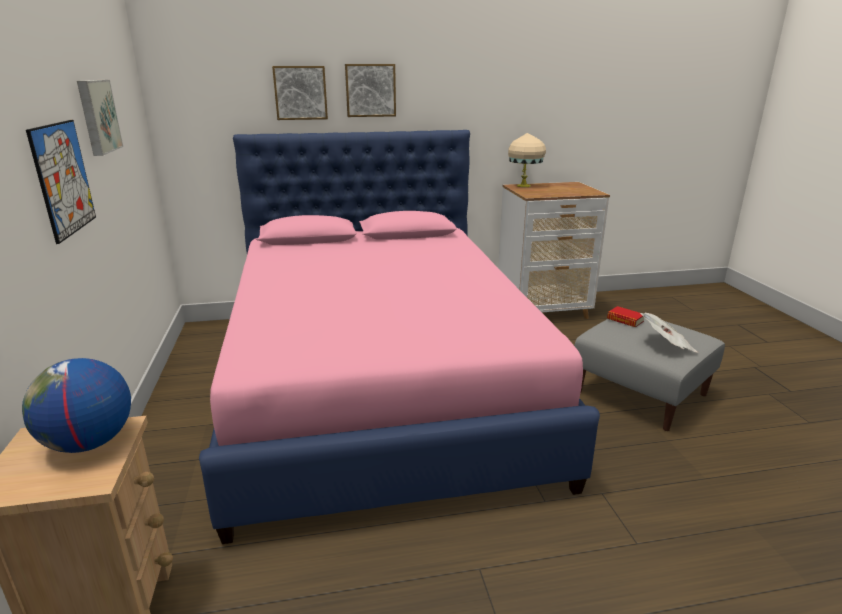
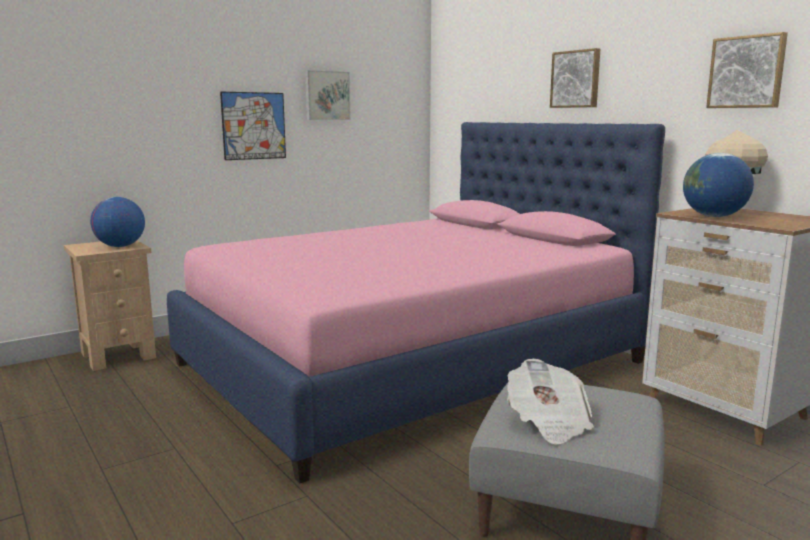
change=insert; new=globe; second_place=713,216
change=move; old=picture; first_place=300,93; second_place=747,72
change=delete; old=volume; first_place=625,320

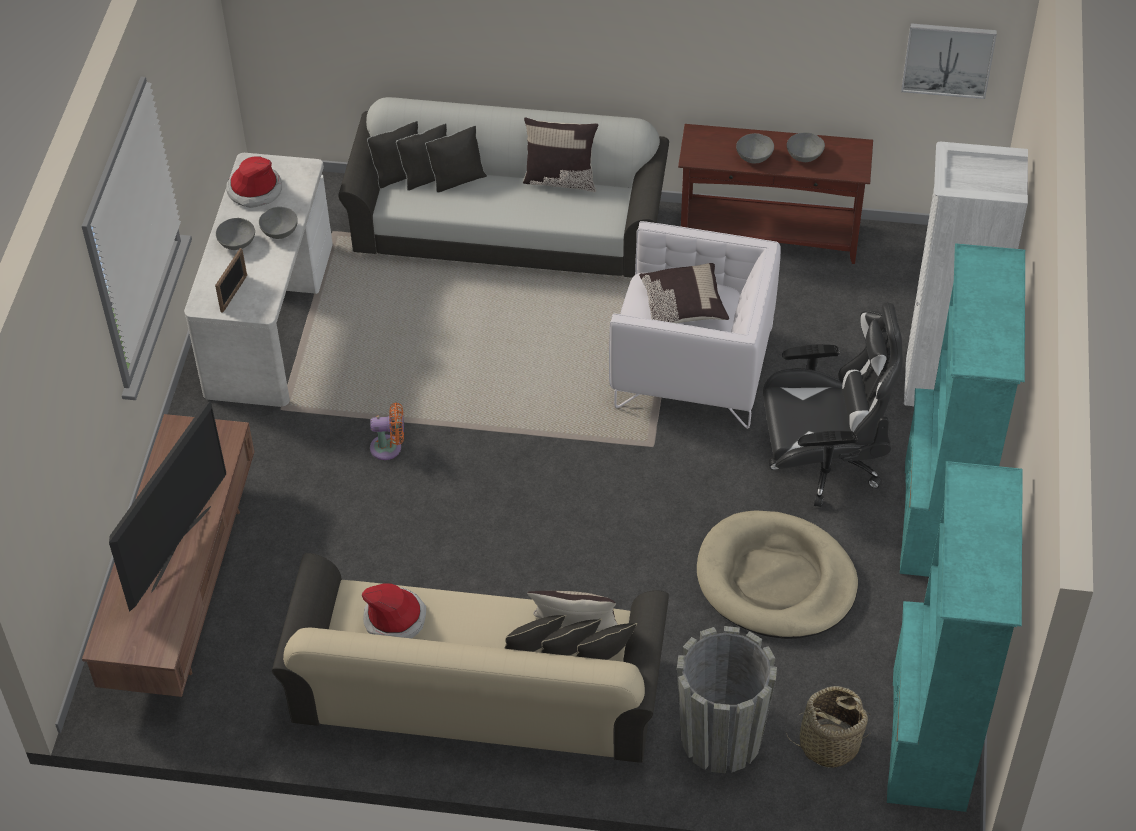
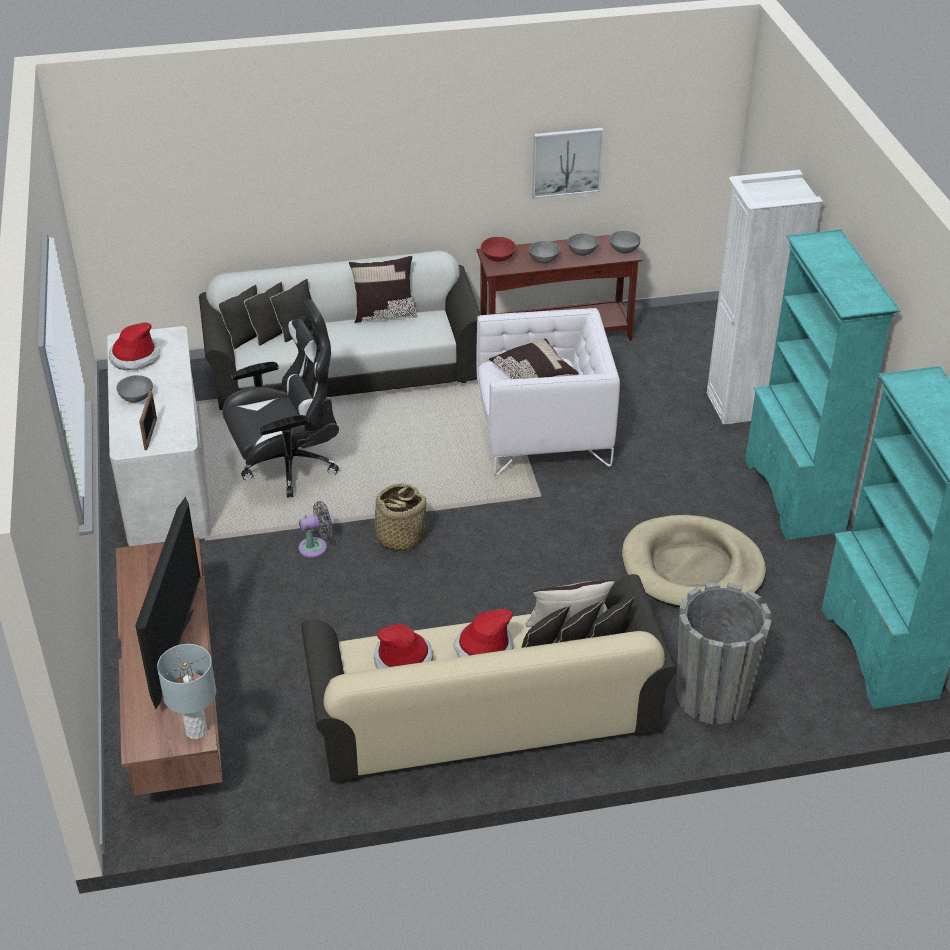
change=insert; new=greyish lamp for a table; second_place=196,731
change=move; old=black computer chair; first_place=820,464; second_place=284,468
change=recolor; old=orange fan; new=greyish fan; first_place=389,447; second_place=316,547
change=move; old=basket; first_place=829,743; second_place=400,537
change=insert; new=hat; second_place=483,649
change=insert; new=red serving bowl; second_place=497,257
change=move; old=picture; first_place=948,59; second_place=566,162
change=move; old=greyish serving bowl; first_place=279,232; second_place=624,250

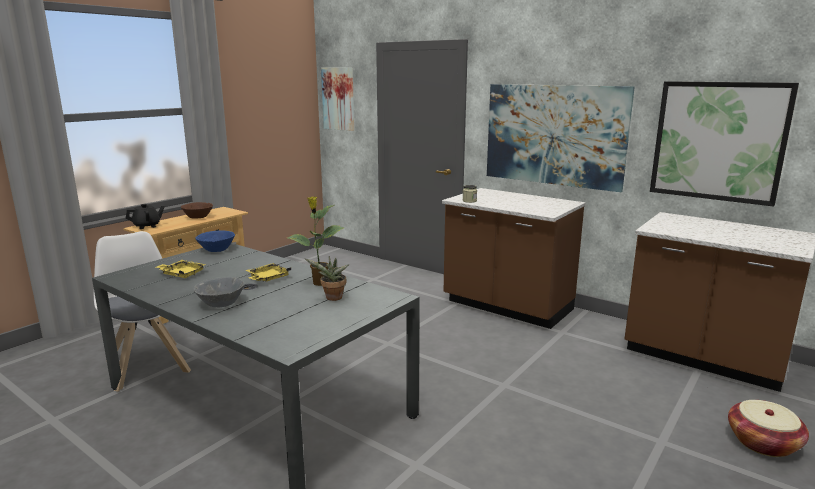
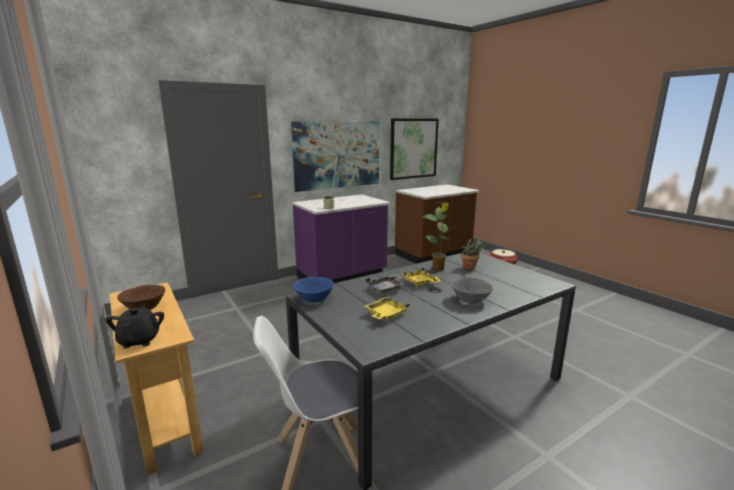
change=recolor; old=brown kitchen counter; new=purple kitchen counter; first_place=507,307; second_place=342,276
change=insert; new=greyish tray; second_place=386,289
change=delete; old=picture; first_place=338,99

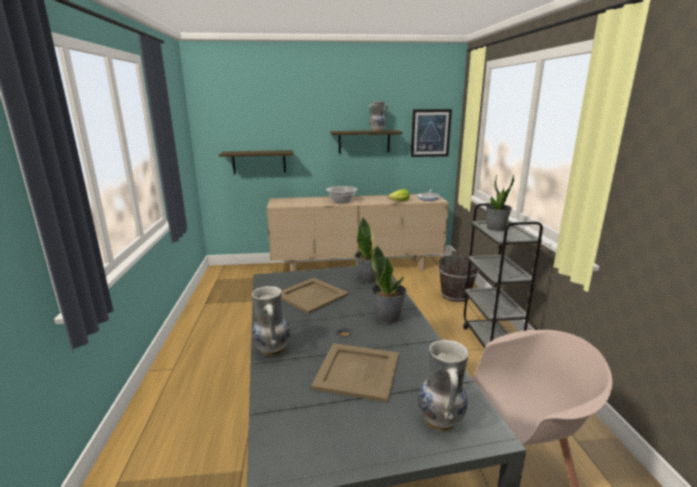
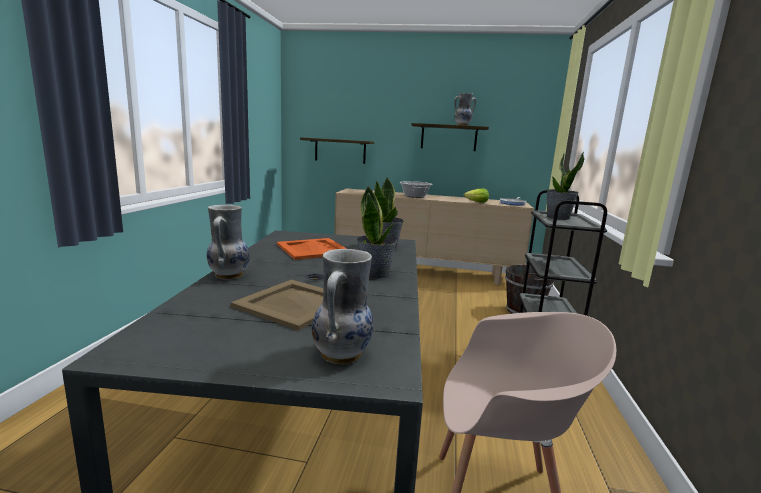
change=recolor; old=sand-coloured tray; new=orange tray; first_place=312,295; second_place=314,249
change=delete; old=picture; first_place=430,133

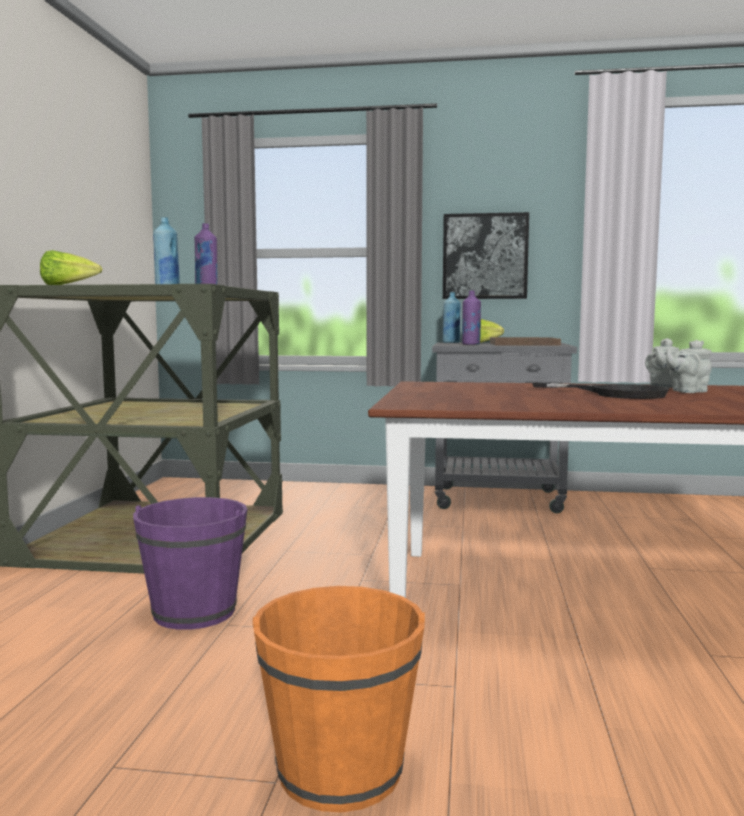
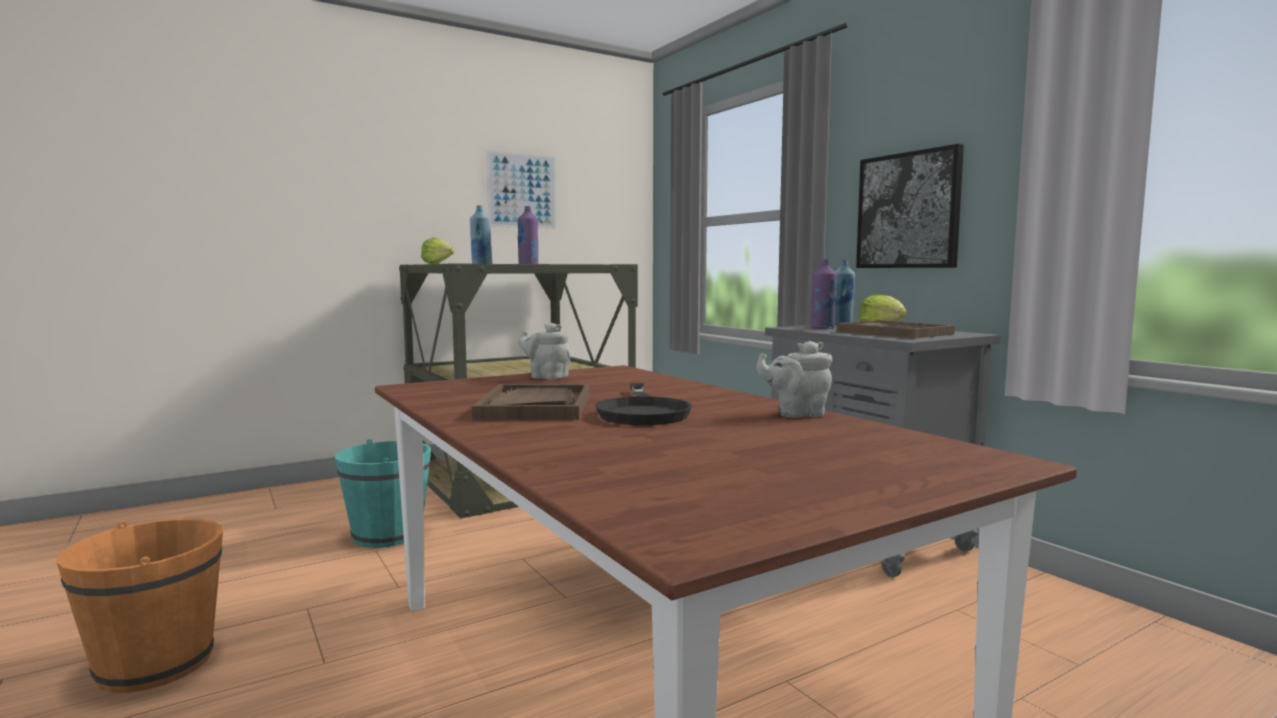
change=recolor; old=purple pail; new=blue-green pail; first_place=194,612; second_place=387,535
change=insert; new=brown tray; second_place=535,406
change=insert; new=picture; second_place=522,190
change=move; old=greyish tea pot; first_place=687,391; second_place=546,377

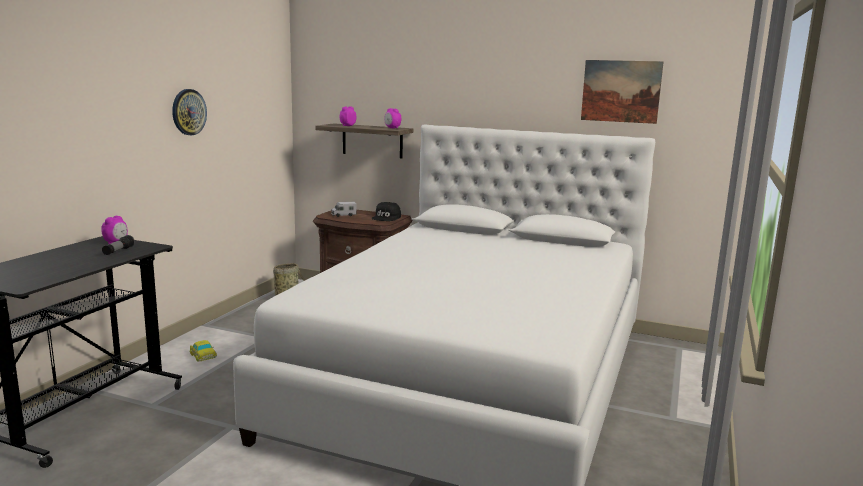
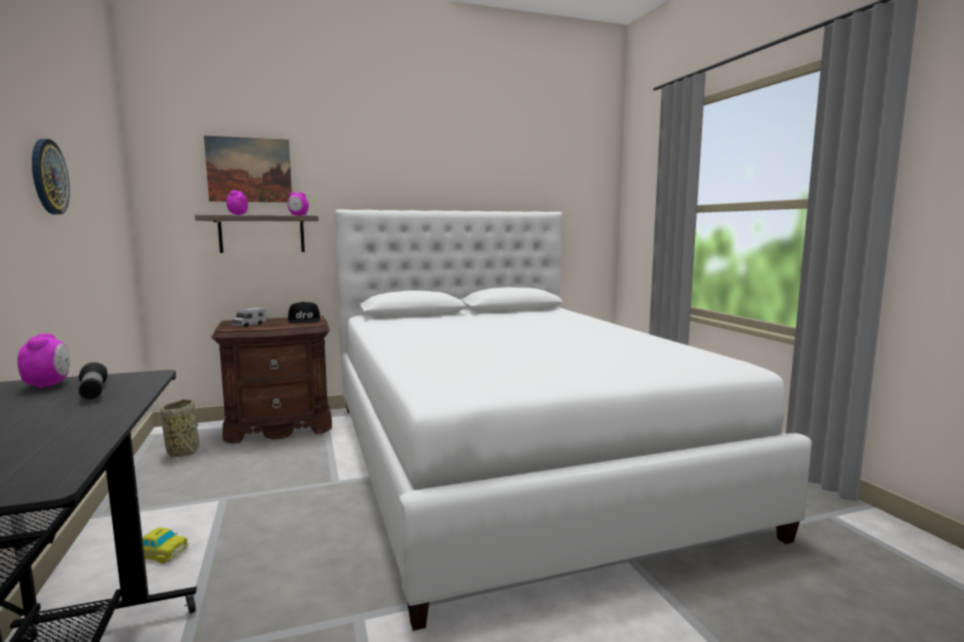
change=move; old=picture; first_place=621,91; second_place=249,170

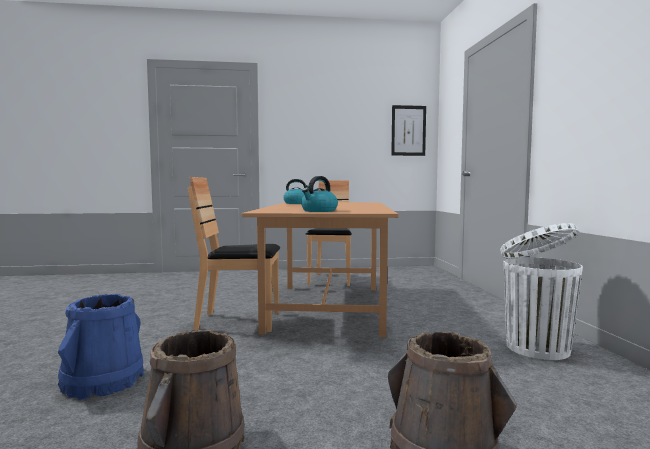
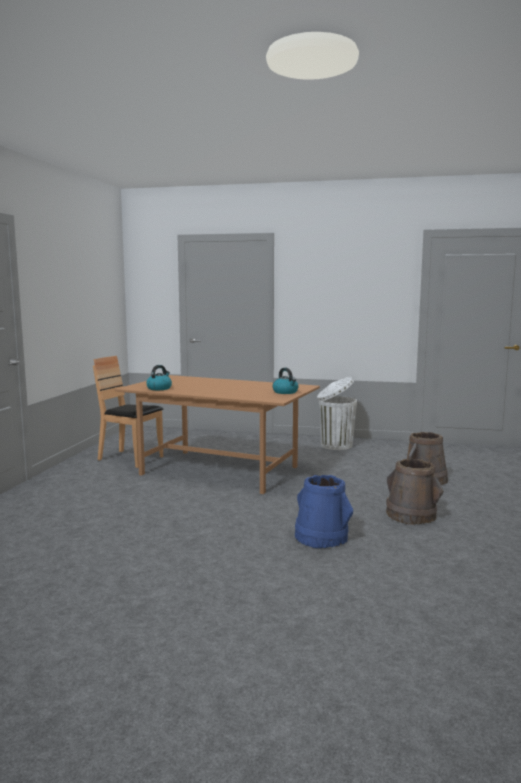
change=delete; old=brown chair; first_place=239,322
change=delete; old=picture; first_place=408,130

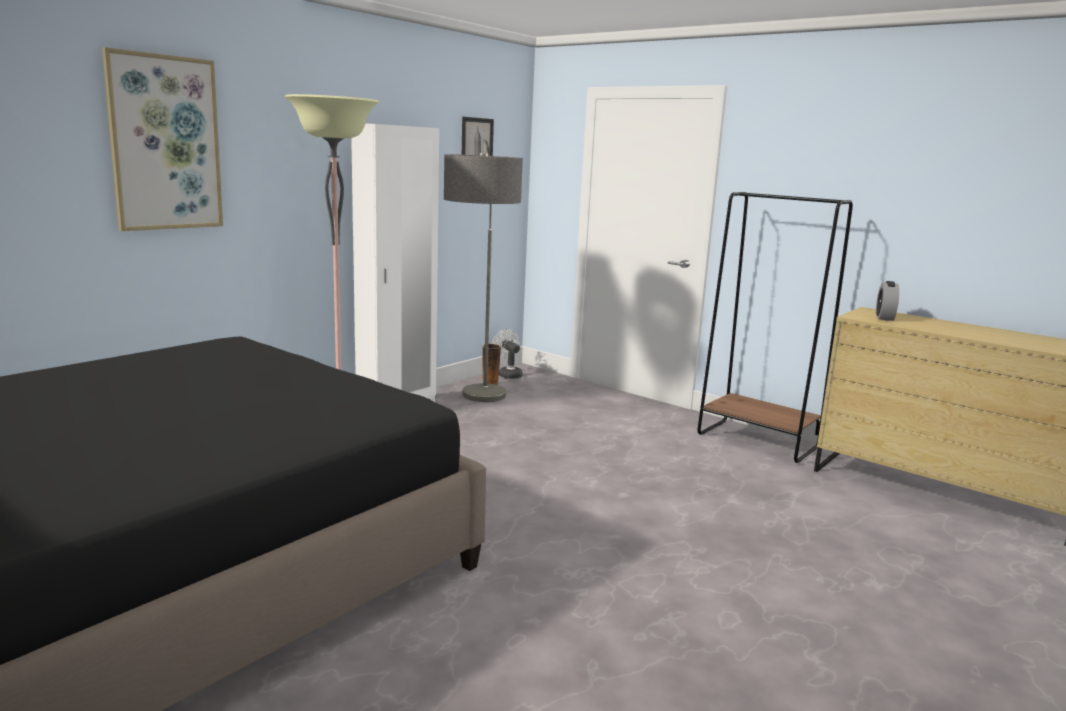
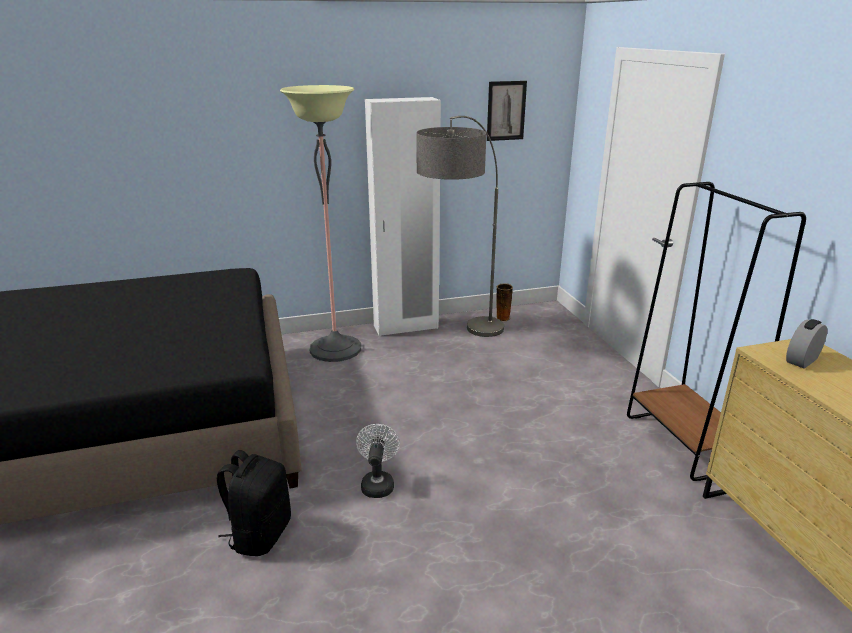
change=insert; new=black knapsack; second_place=260,534
change=move; old=white-coloured fan; first_place=508,374; second_place=378,483
change=delete; old=picture; first_place=165,143

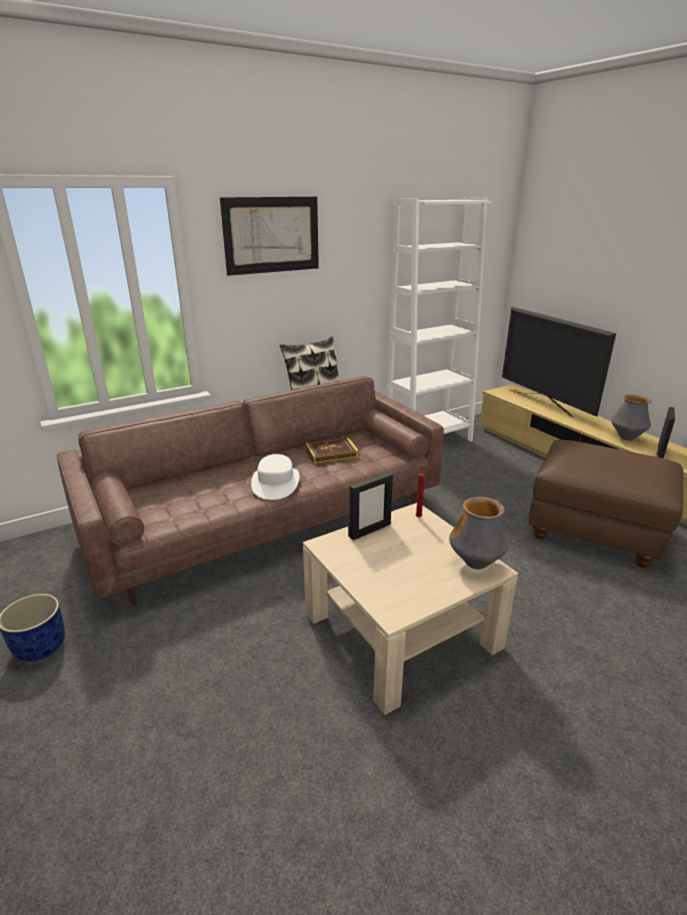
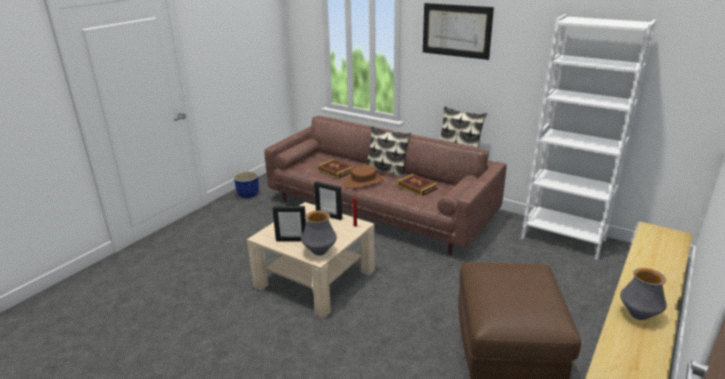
change=move; old=standing frame; first_place=659,451; second_place=291,239
change=insert; new=volume; second_place=335,170
change=recolor; old=white-coloured hat; new=brown hat; first_place=276,483; second_place=363,182
change=insert; new=throw pillow; second_place=387,171
change=delete; old=TV; first_place=544,404

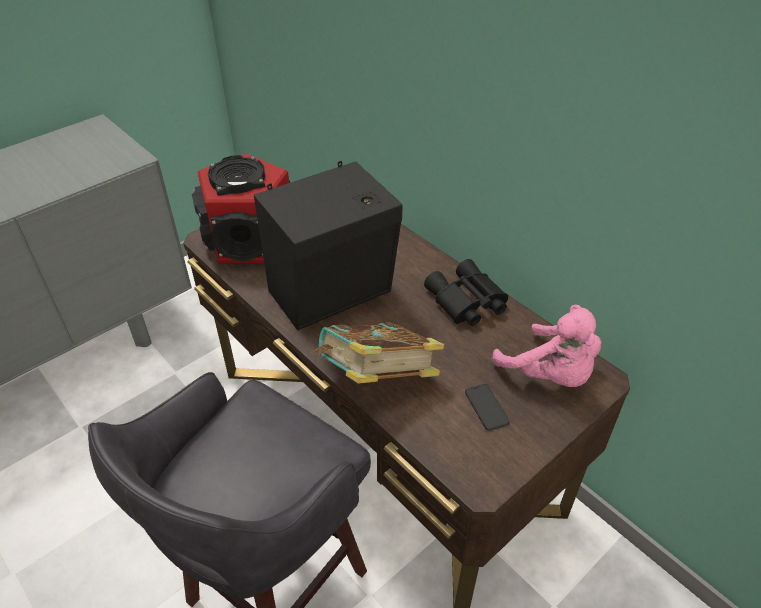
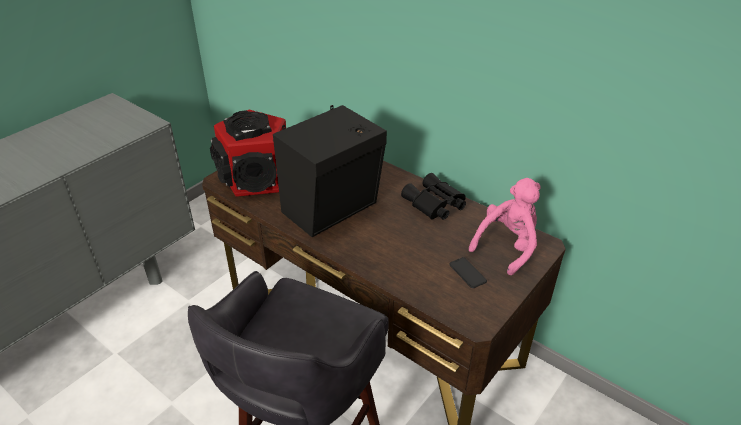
change=rotate; old=pinkish cuddly toy; first_place=549,375; second_place=507,246; degrees=-90
change=delete; old=volume; first_place=377,379

